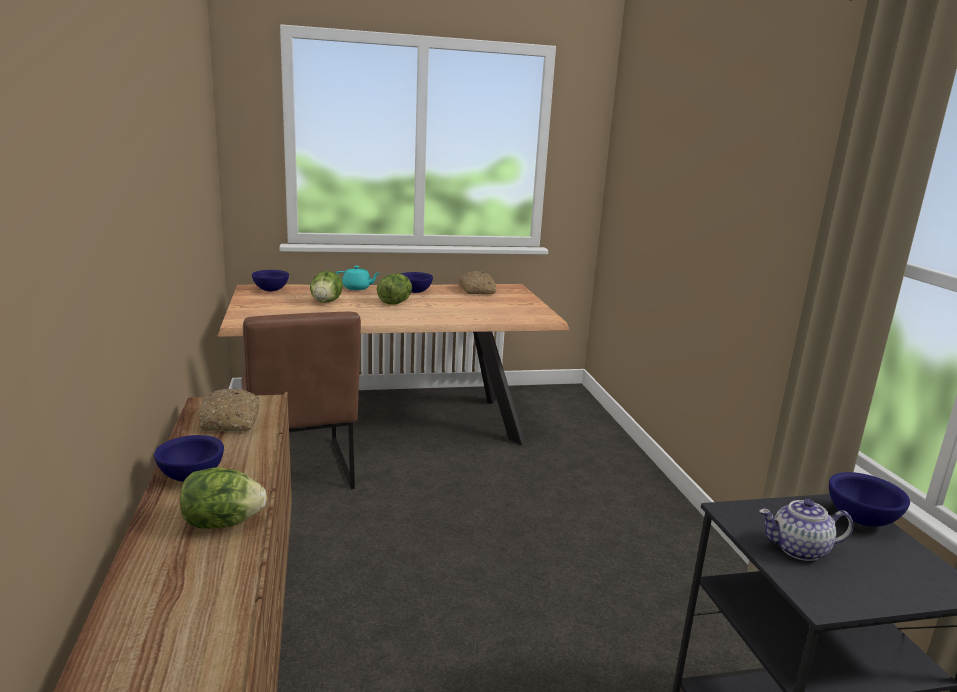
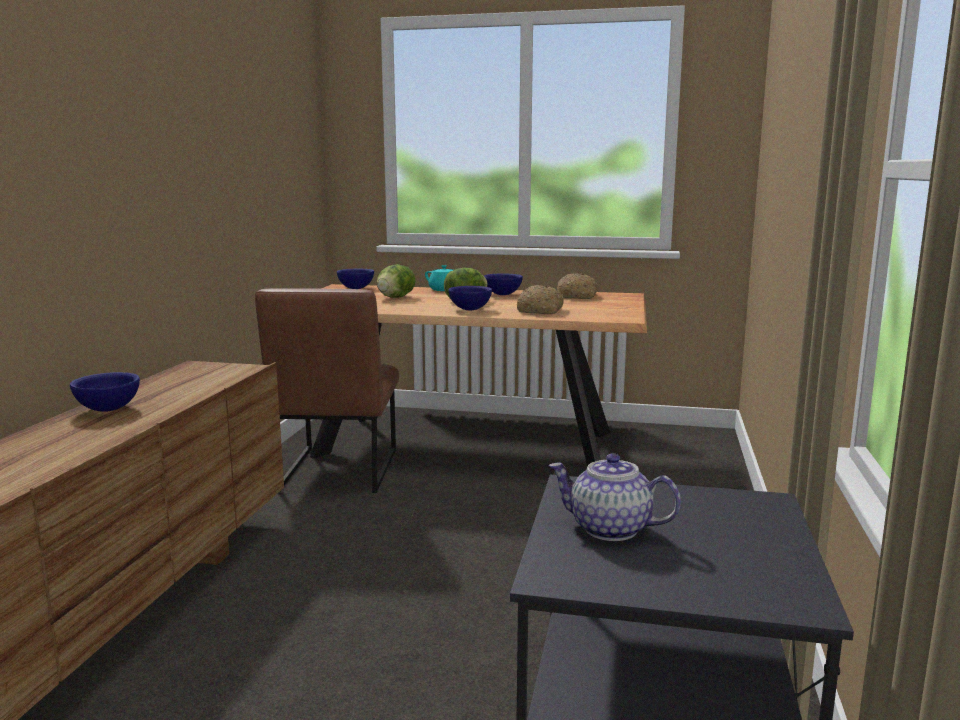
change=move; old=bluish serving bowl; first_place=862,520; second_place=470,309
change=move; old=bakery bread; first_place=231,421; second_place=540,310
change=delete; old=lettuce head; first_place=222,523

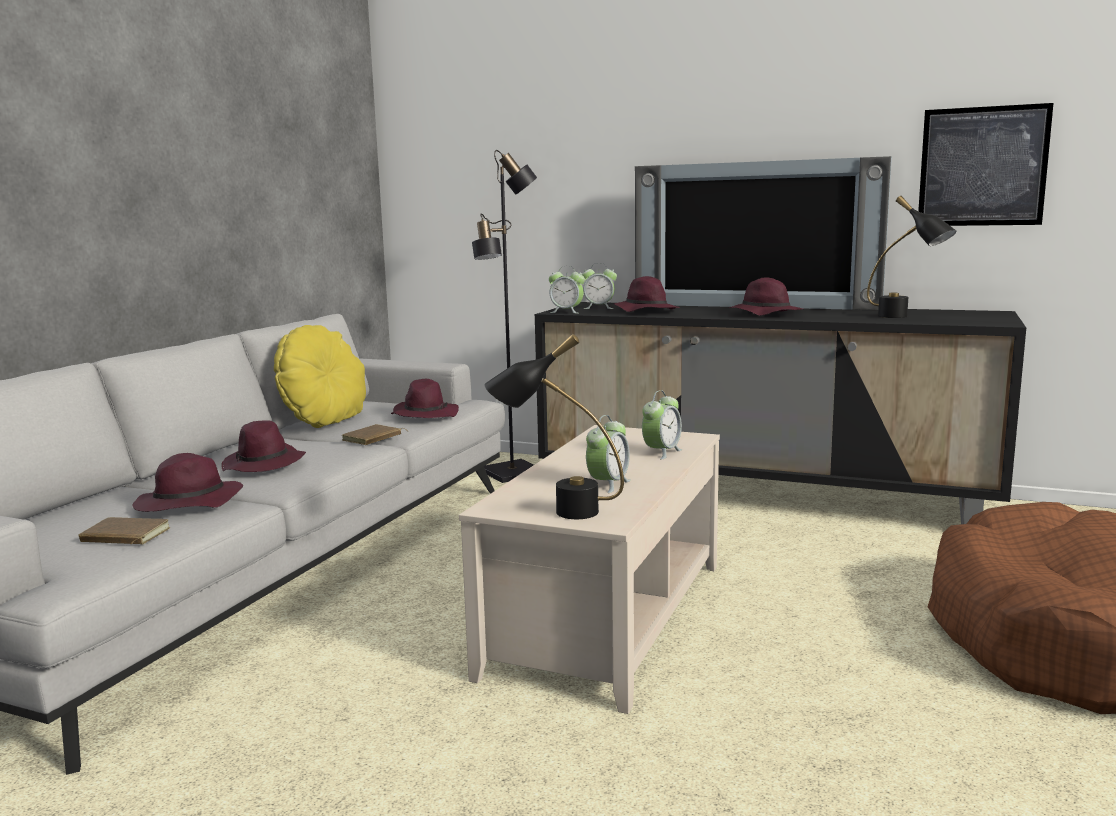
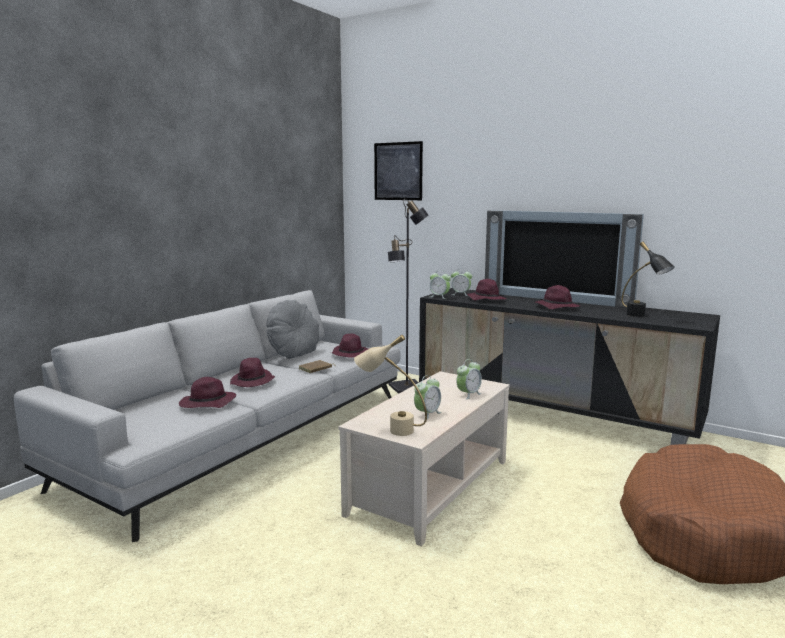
change=recolor; old=yellow-coloured throw pillow; new=greyish throw pillow; first_place=324,423; second_place=294,355
change=recolor; old=black lamp for a table; new=sand-coloured lamp for a table; first_place=556,511; second_place=390,429
change=move; old=picture; first_place=982,166; second_place=398,171
change=delete; old=brown volume; first_place=124,537

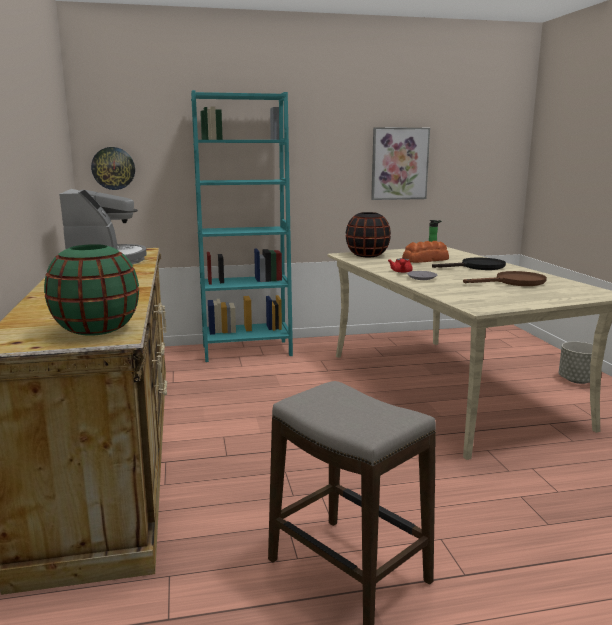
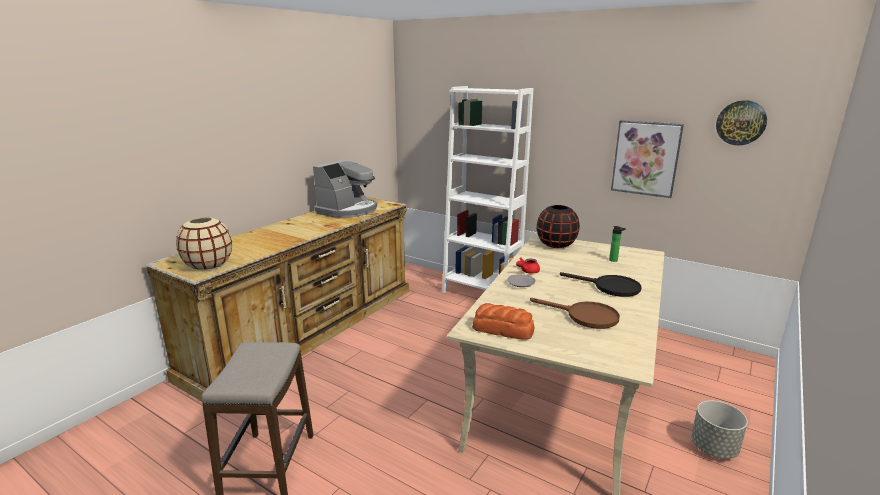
change=recolor; old=greenish flower vase; new=sand-coloured flower vase; first_place=96,330; second_place=208,265
change=recolor; old=blue-green shelving unit; new=white-coloured shelving unit; first_place=246,350; second_place=481,293
change=move; old=bakery bread; first_place=426,260; second_place=503,329
change=move; old=hanging clock; first_place=113,168; second_place=741,123

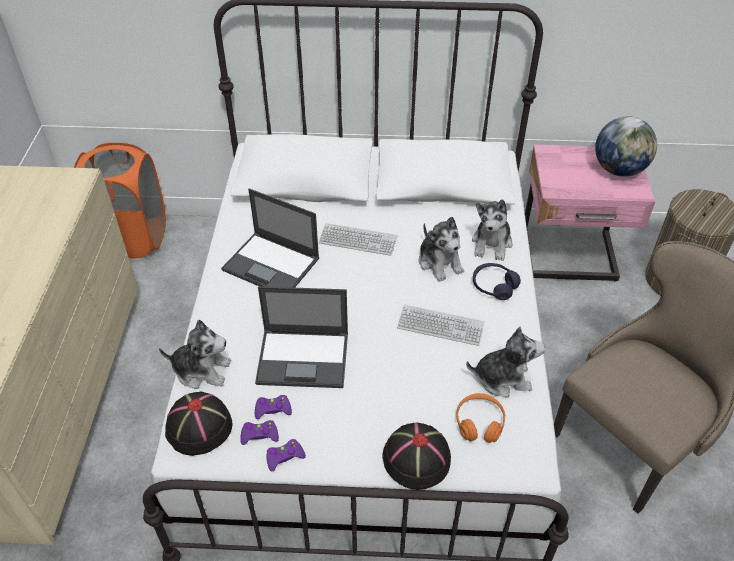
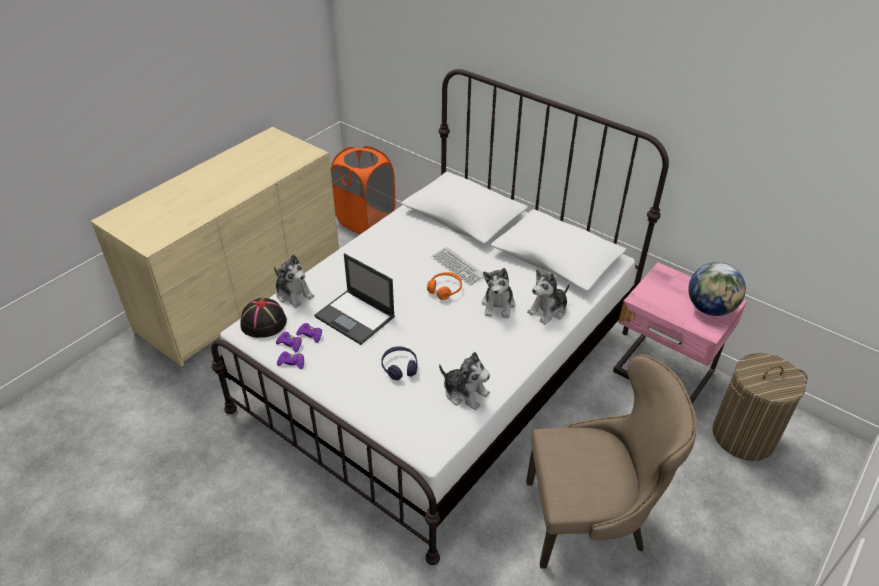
change=move; old=purple headphones; first_place=494,286; second_place=399,367
change=move; old=orange headphones; first_place=479,423; second_place=445,289
change=delete; old=laptop; first_place=272,264
change=delete; old=black hat; first_place=416,458
change=delete; old=keyboard; first_place=440,326

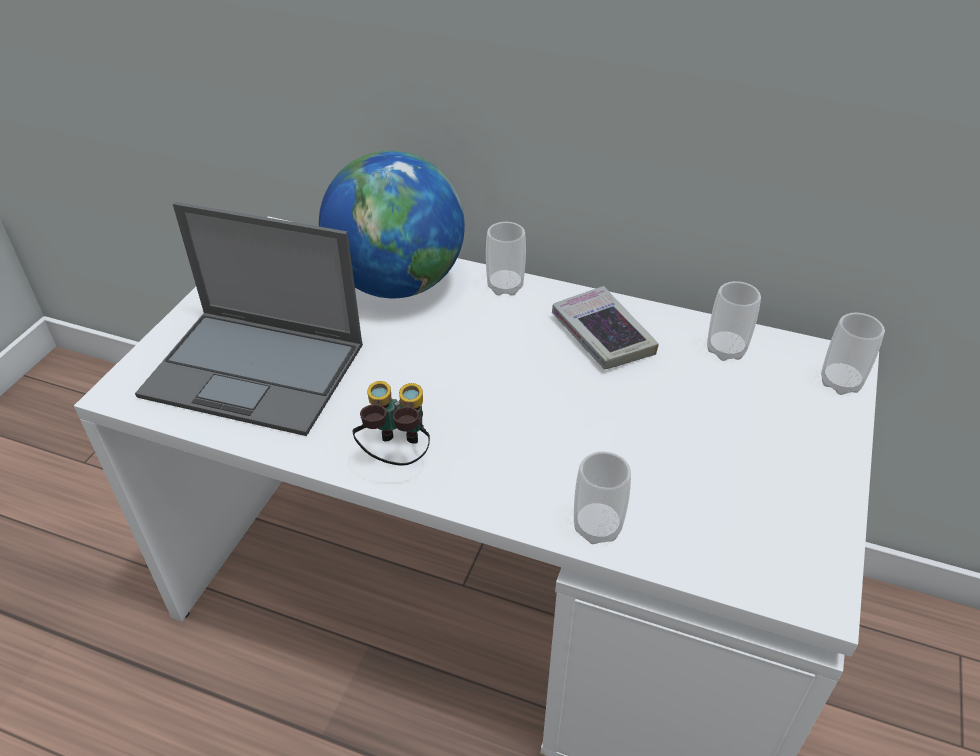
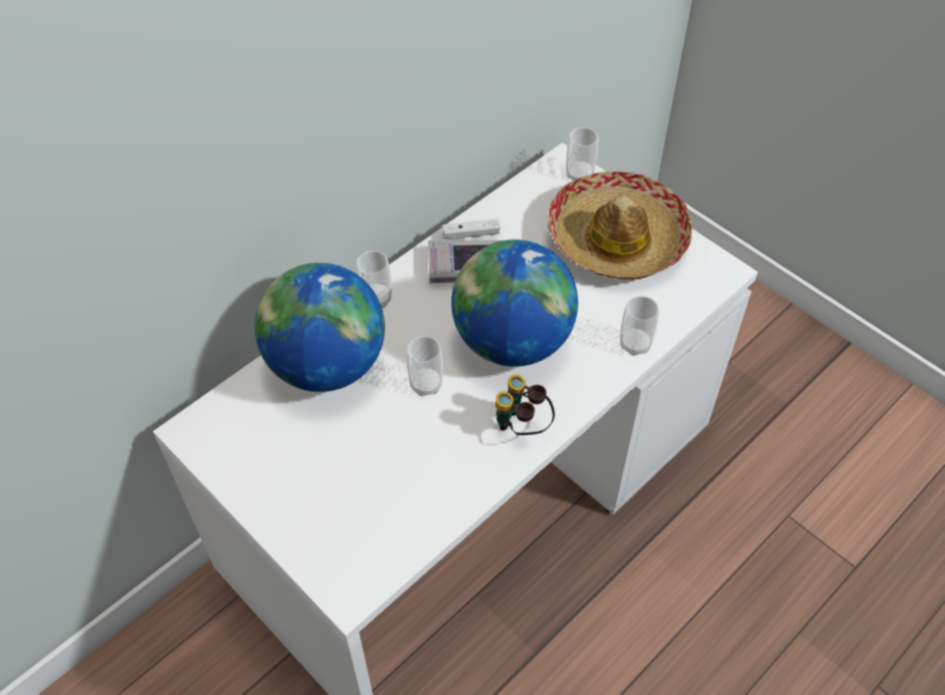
change=move; old=cup; first_place=725,350; second_place=426,384
change=insert; new=white-coloured gamepad; second_place=471,234
change=insert; new=globe; second_place=512,341
change=insert; new=hat; second_place=617,238
change=delete; old=laptop; first_place=256,370

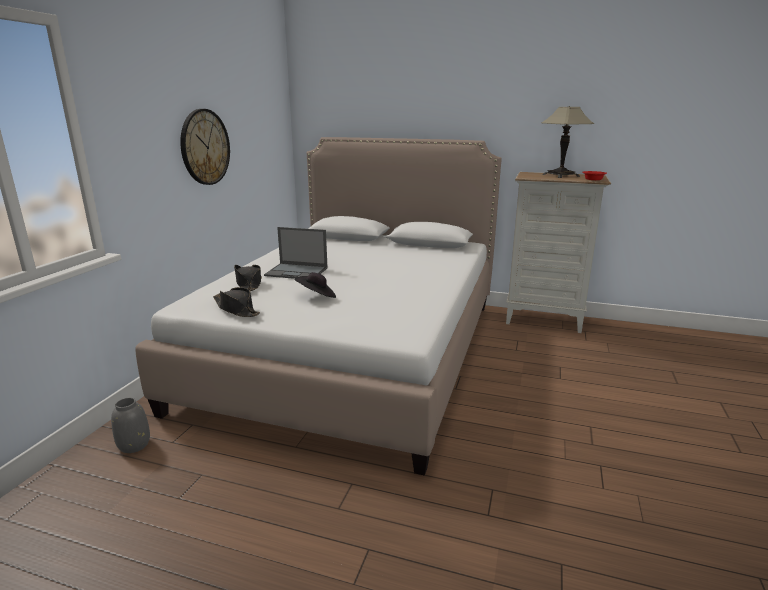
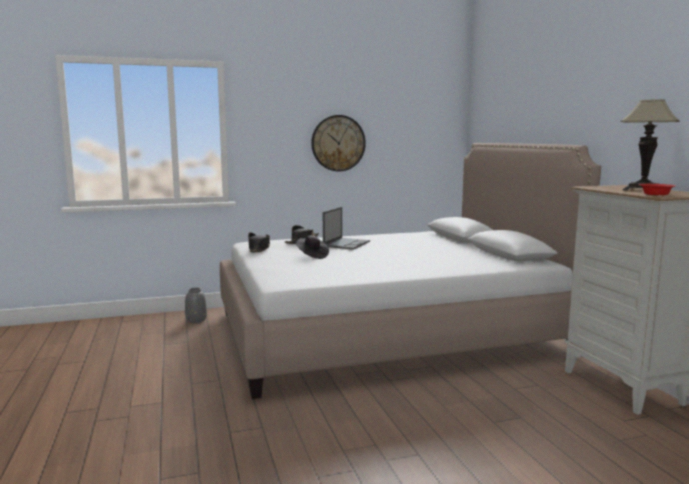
change=rotate; old=laptop; first_place=297,272; second_place=346,244; degrees=-135

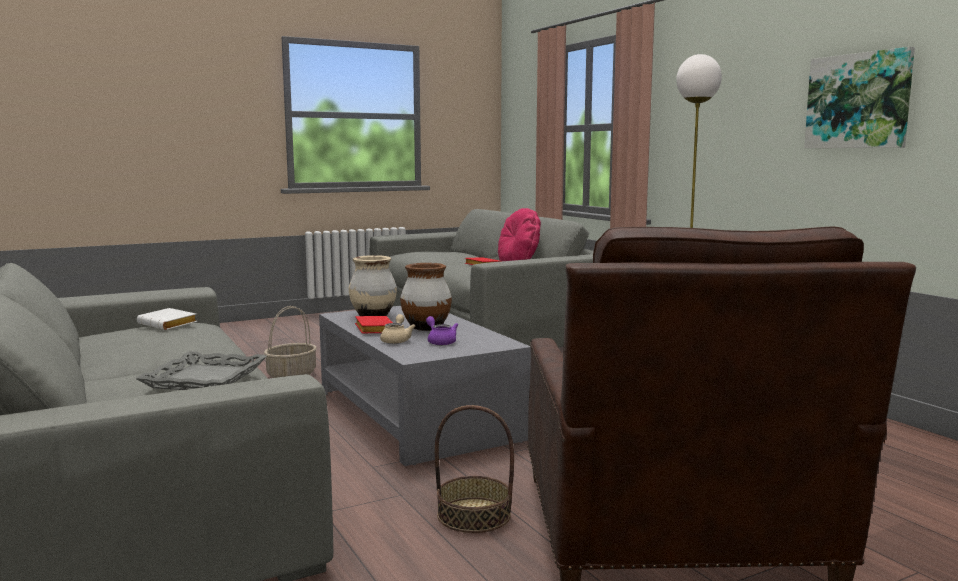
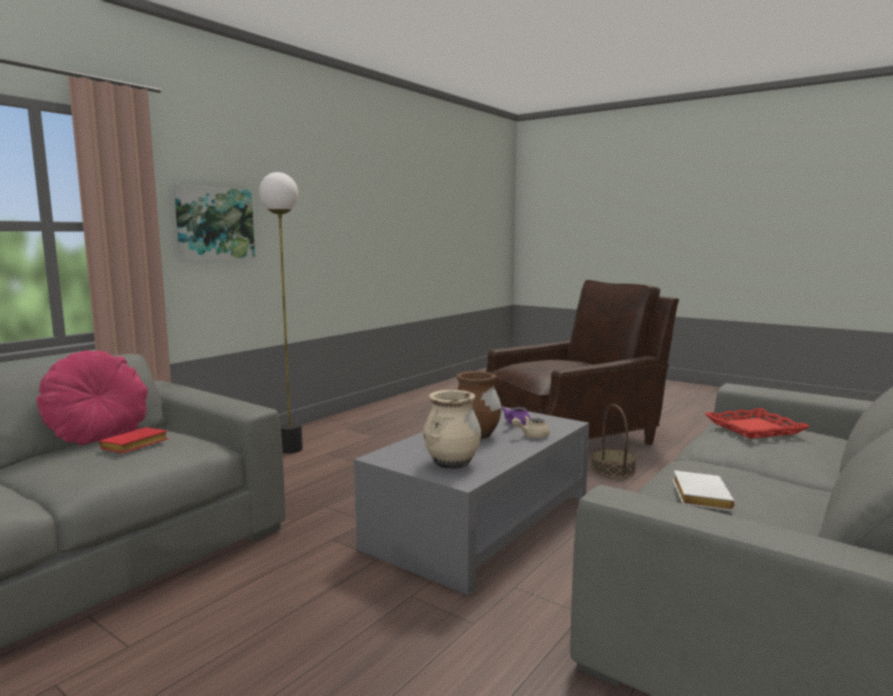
change=move; old=picture; first_place=858,101; second_place=214,224
change=recolor; old=greyish tray; new=red tray; first_place=206,379; second_place=754,428
change=delete; old=basket; first_place=291,375
change=delete; old=red volume; first_place=373,329

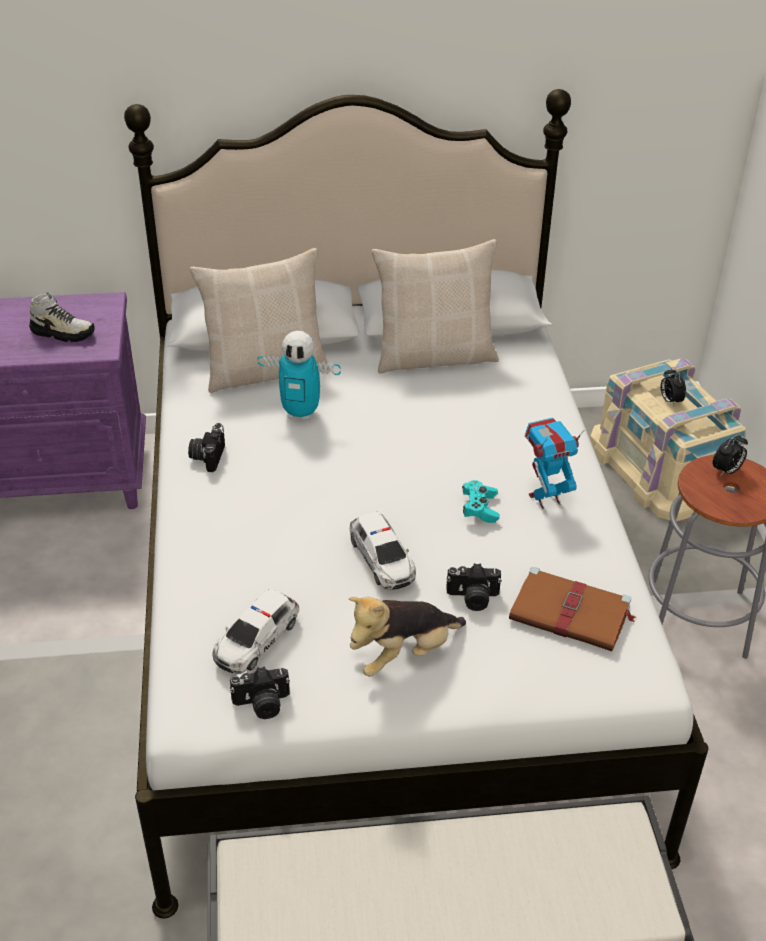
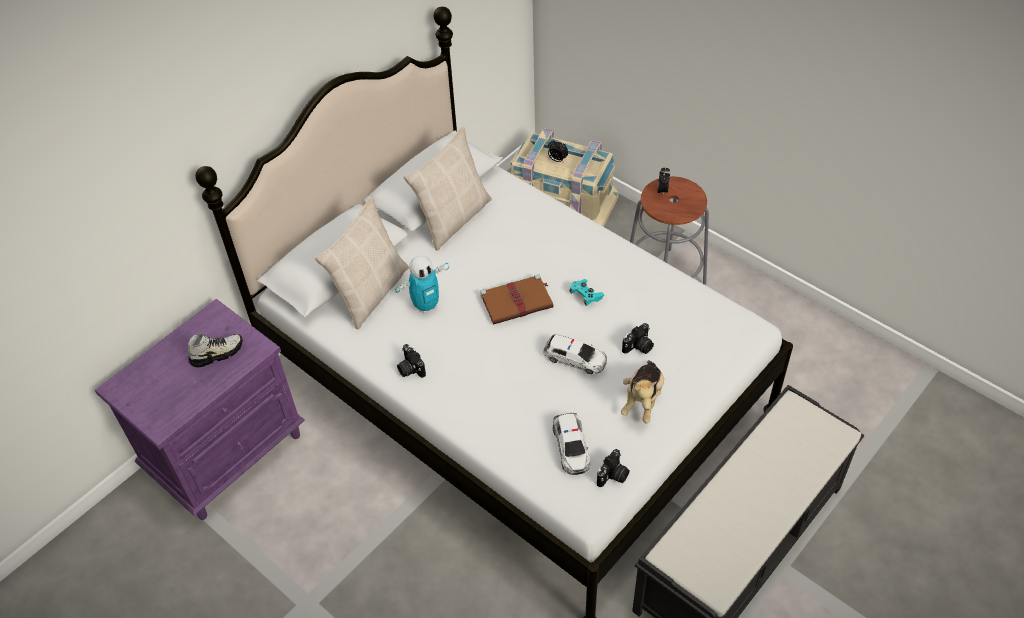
change=move; old=brown volume; first_place=572,614; second_place=518,301
change=delete; old=robot figure; first_place=545,498

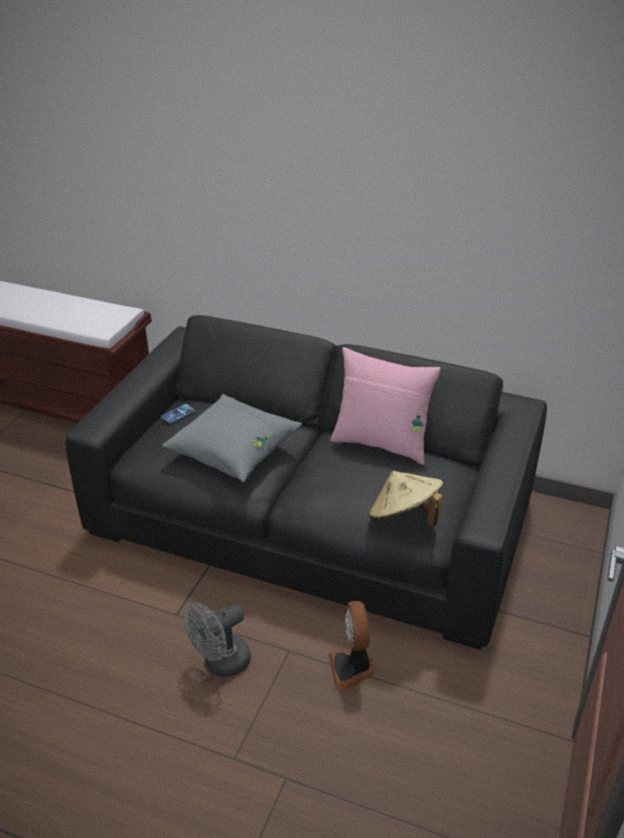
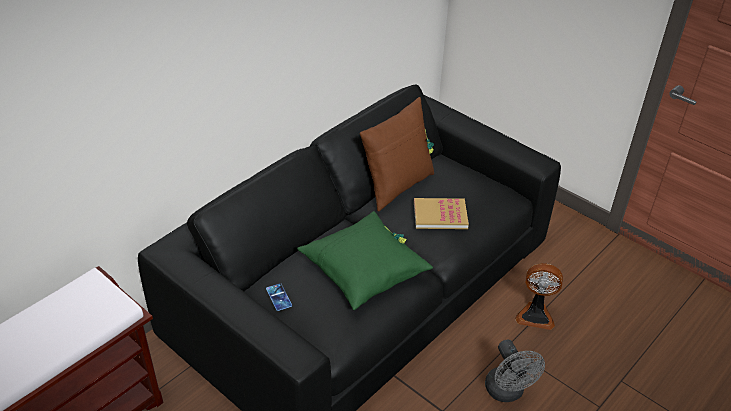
change=recolor; old=greyish throw pillow; new=greenish throw pillow; first_place=233,451; second_place=364,271
change=recolor; old=pinkish throw pillow; new=brown throw pillow; first_place=380,444; second_place=397,186
change=insert; new=volume; second_place=440,215
change=delete; old=sand-coloured hat; first_place=404,518

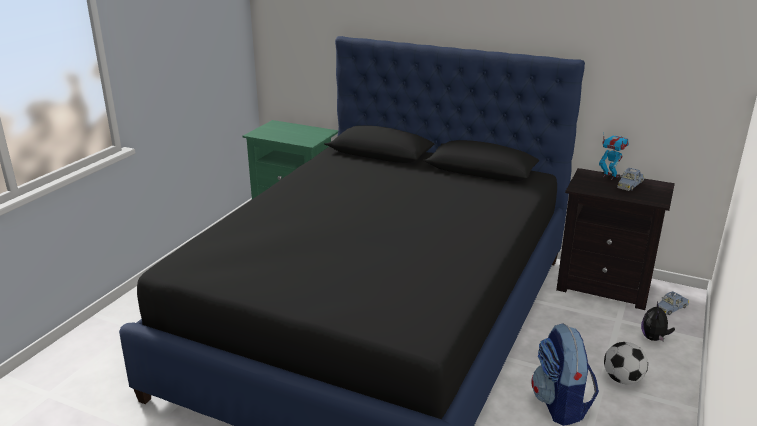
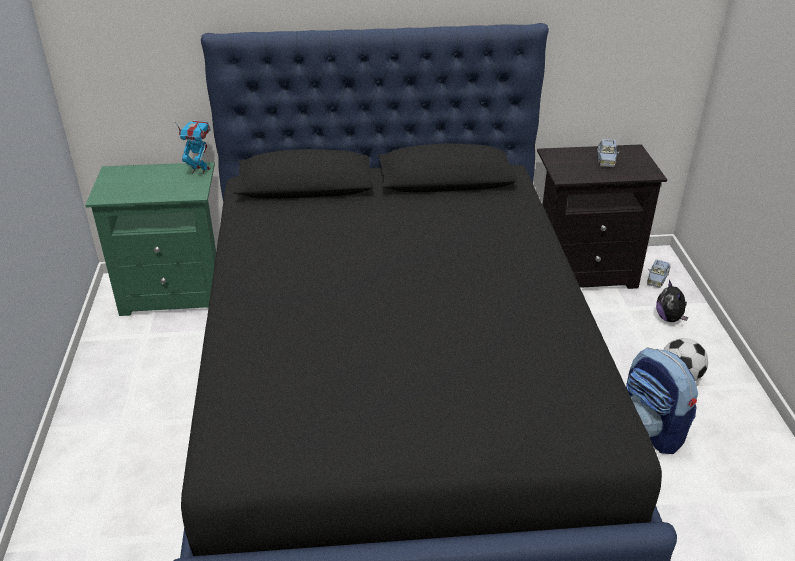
change=move; old=robot figure; first_place=609,176; second_place=200,170

